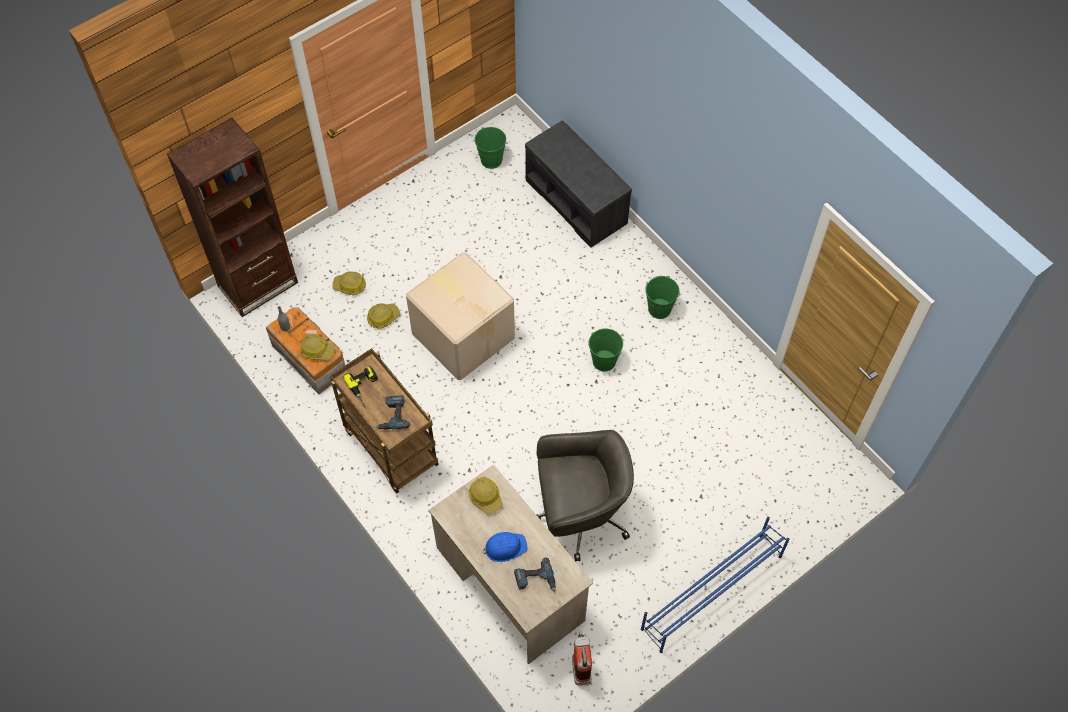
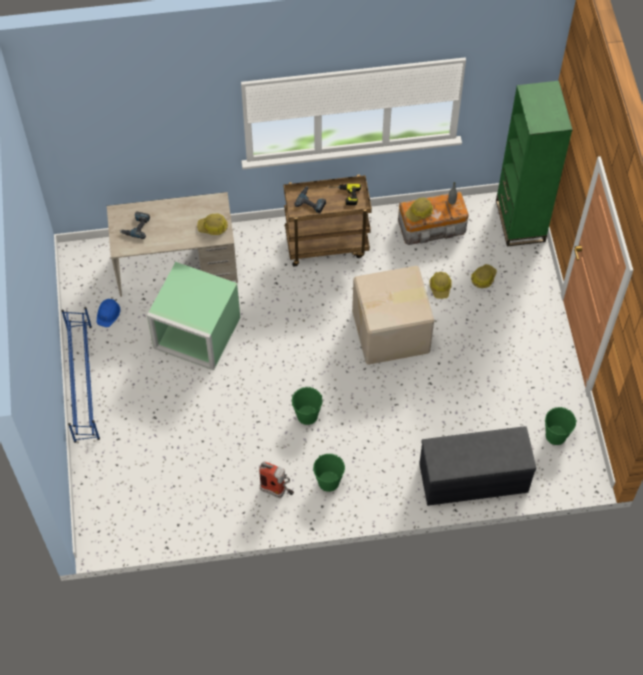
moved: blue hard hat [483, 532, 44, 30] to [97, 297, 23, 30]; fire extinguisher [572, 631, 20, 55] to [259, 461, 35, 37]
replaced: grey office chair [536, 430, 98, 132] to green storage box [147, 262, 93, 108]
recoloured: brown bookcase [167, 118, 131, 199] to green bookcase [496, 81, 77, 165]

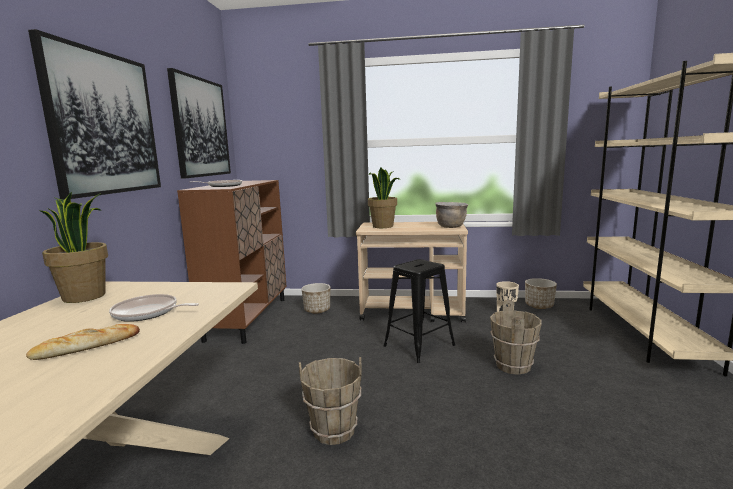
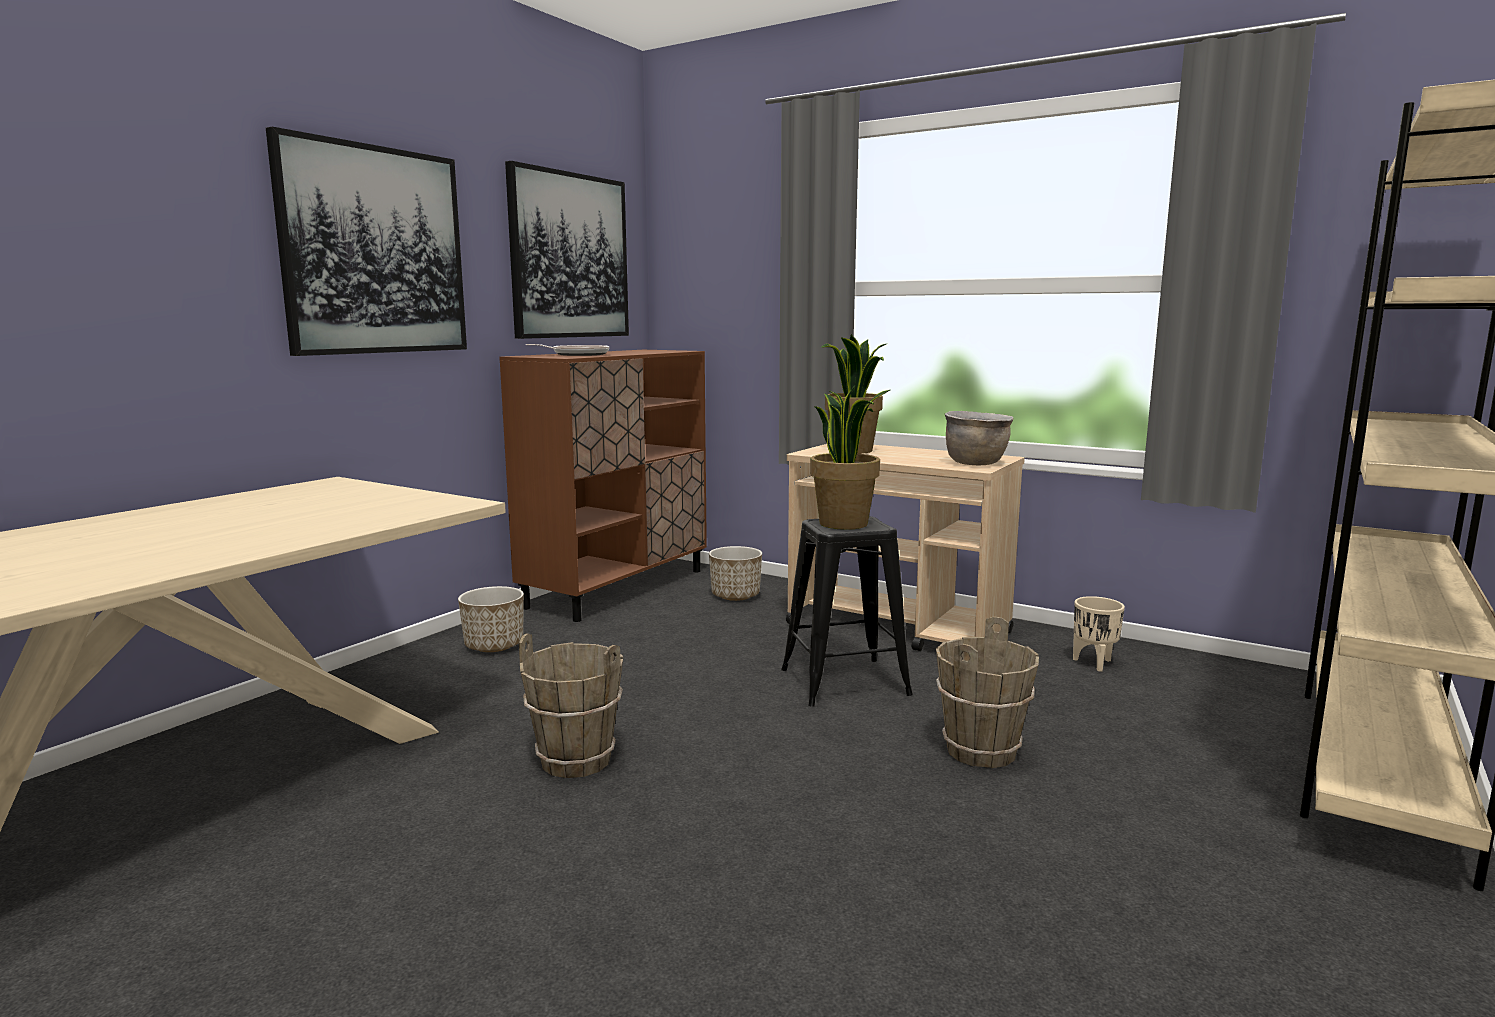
removed: bread [26, 324, 114, 36]; frying pan [109, 294, 90, 28]
moved: planter [525, 278, 32, 31] to [458, 586, 66, 66]; potted plant [40, 192, 68, 111] to [810, 386, 80, 144]

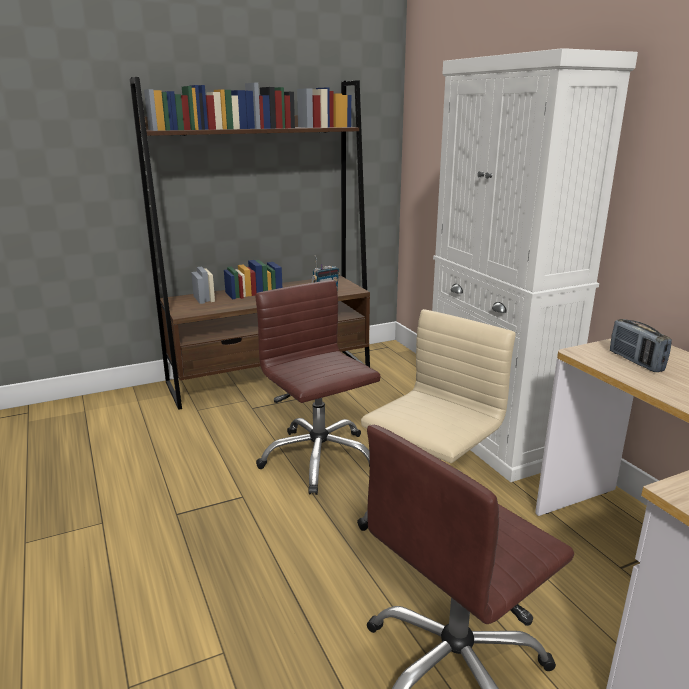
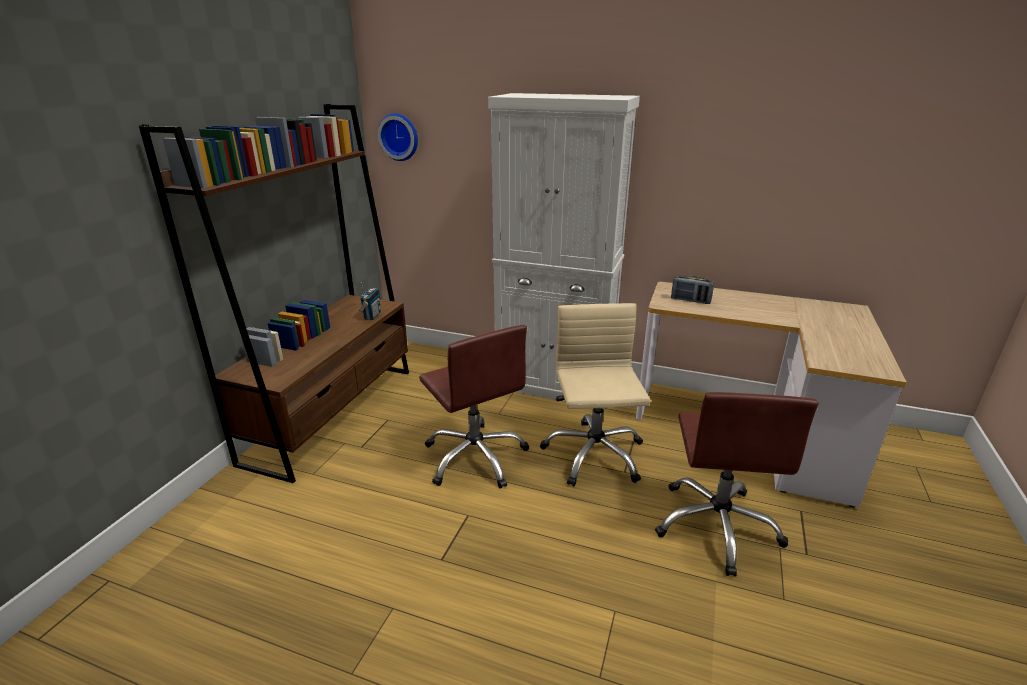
added: wall clock [378, 113, 40, 48]
turned: brown office chair [255, 280, 126, 215] = [419, 325, 110, 164] 135 degrees counterclockwise

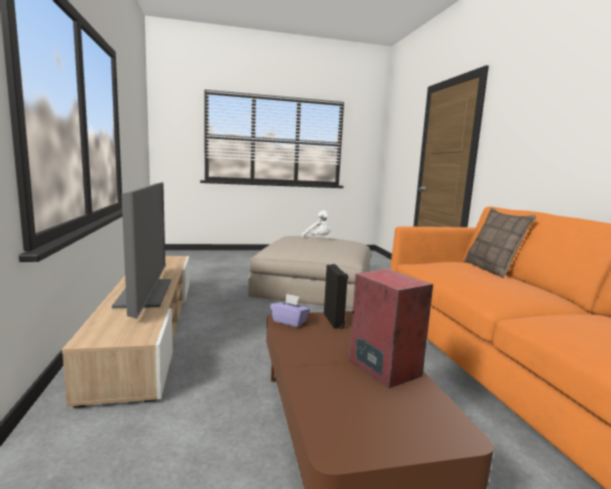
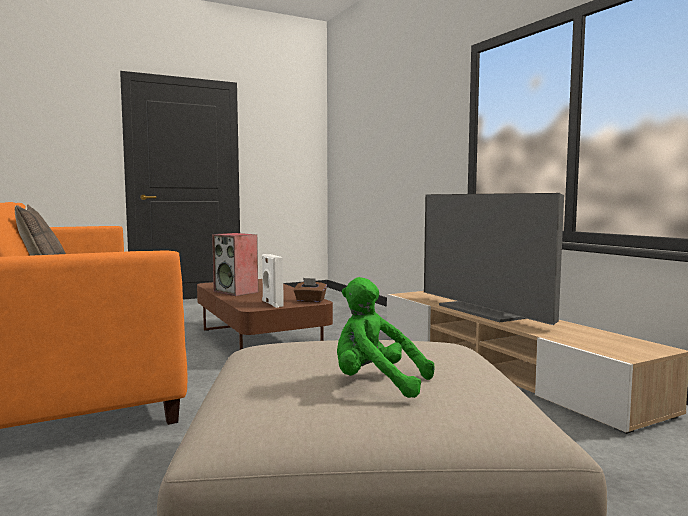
recoloured: black speaker [324, 264, 24, 65] to white speaker [262, 254, 22, 54]; purple tissue box [270, 294, 40, 33] to brown tissue box [294, 278, 33, 24]; white plush toy [302, 210, 29, 28] to green plush toy [337, 277, 97, 121]

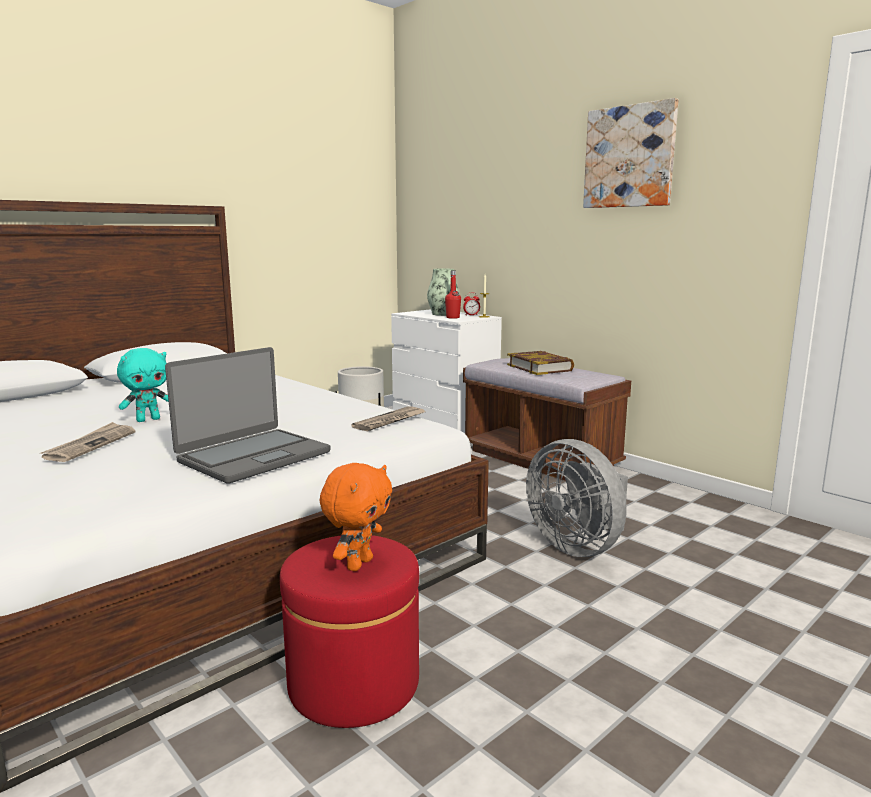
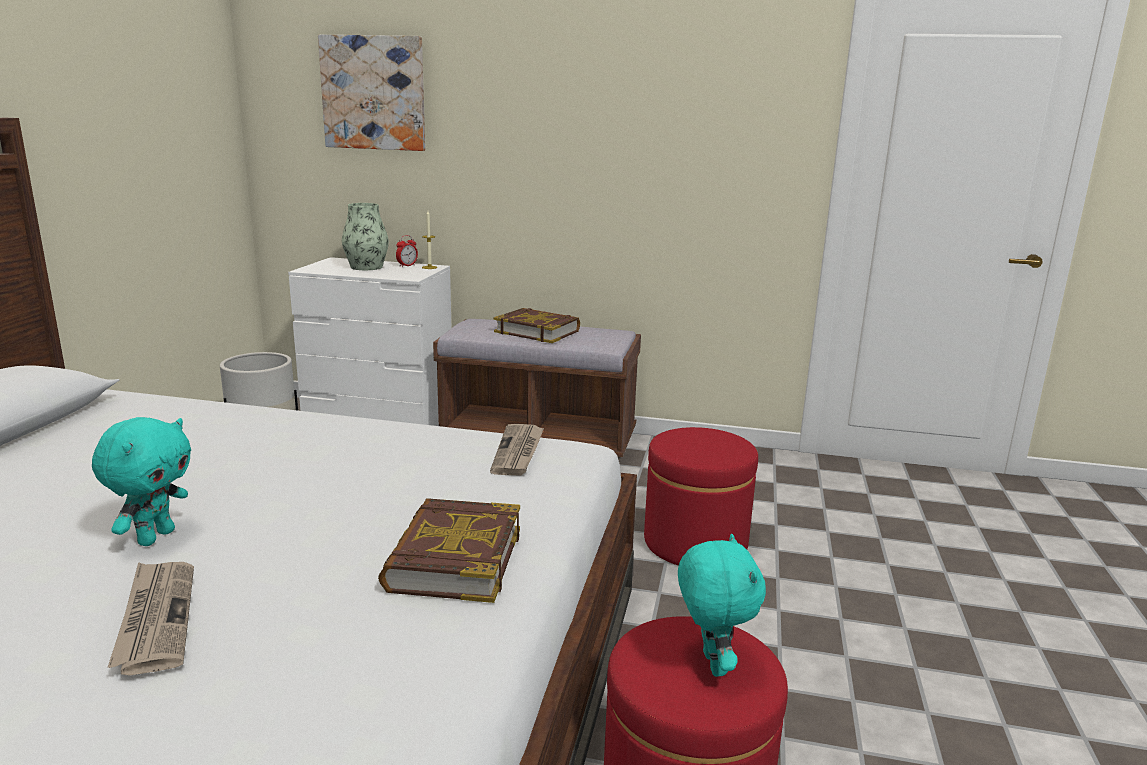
removed: red bottle [445, 270, 16, 49]
moved: picture [583, 98, 96, 110] to [318, 35, 107, 116]
replaced: laptop [165, 347, 166, 137] to book [378, 498, 142, 105]; grey fan [526, 439, 102, 118] to red ottoman [644, 427, 114, 138]
recoloured: orange plush toy [320, 463, 72, 108] to turquoise plush toy [678, 533, 88, 144]

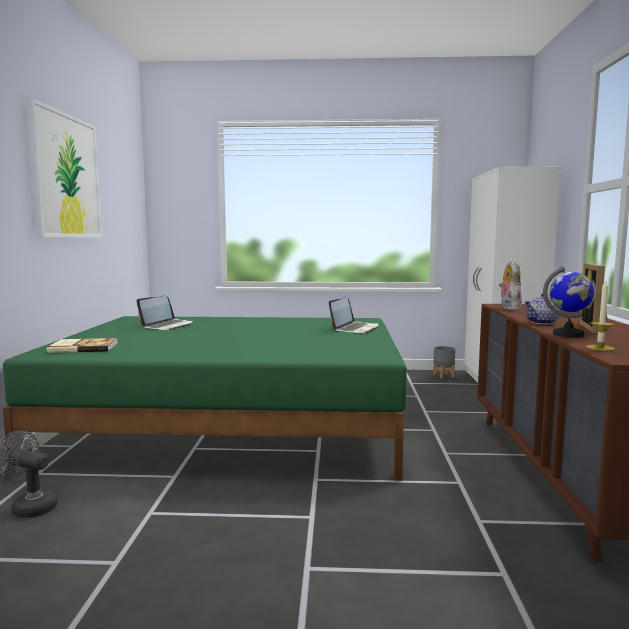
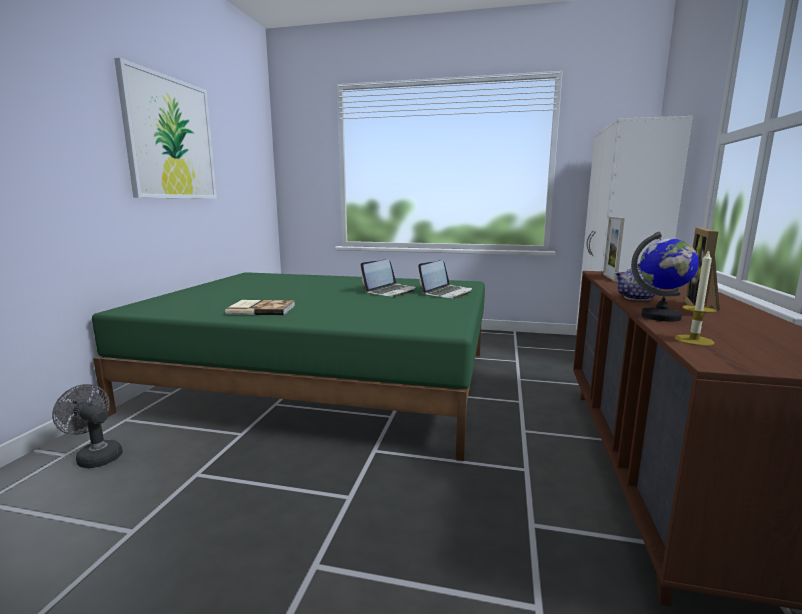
removed: grey planter [433, 346, 22, 33]
moved: book [47, 338, 71, 15] to [225, 300, 70, 15]; laptop [137, 296, 57, 34] to [361, 259, 55, 38]
replaced: plush toy [499, 259, 23, 51] to picture frame [603, 217, 22, 64]

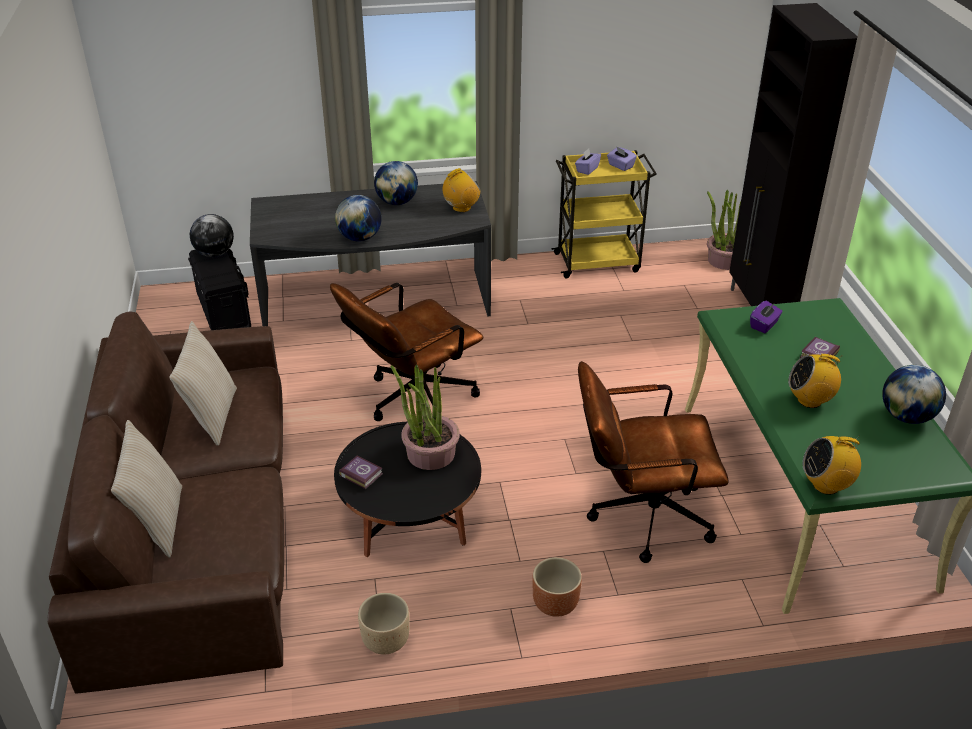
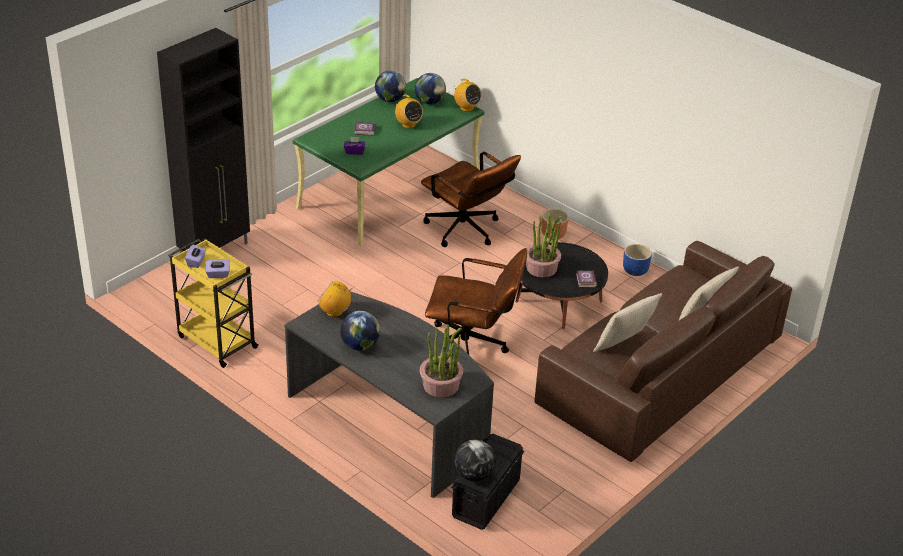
moved: globe [335, 195, 47, 46] to [415, 73, 31, 31]; potted plant [707, 190, 34, 80] to [420, 324, 43, 74]
recoloured: beige planter [358, 593, 51, 62] to blue planter [623, 244, 29, 32]

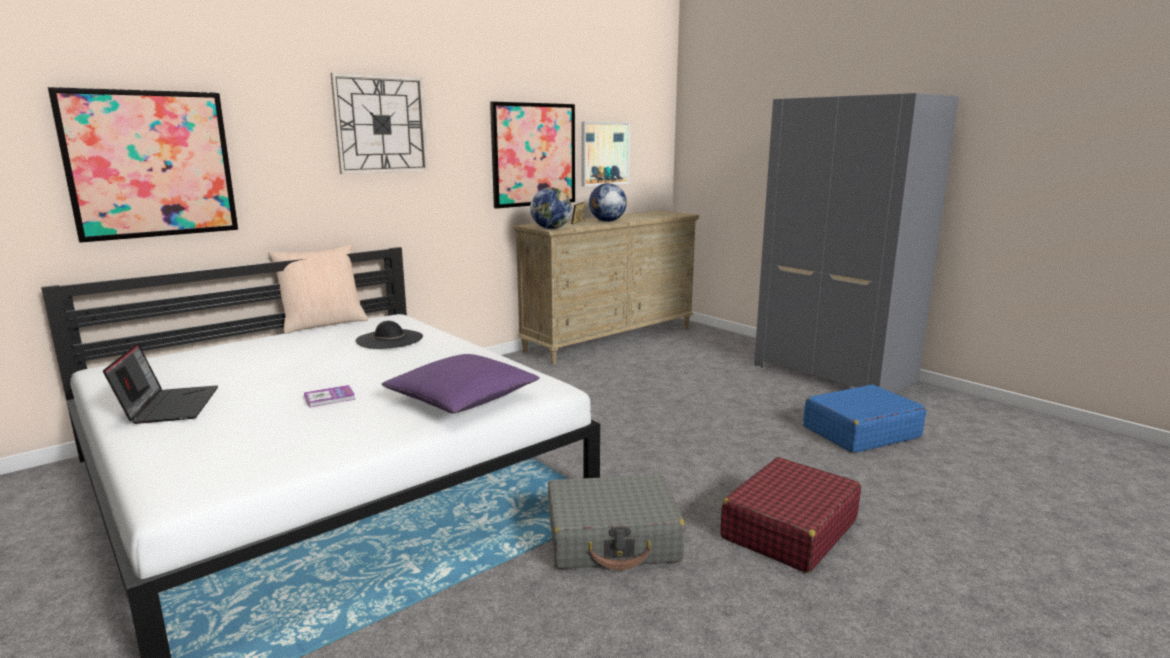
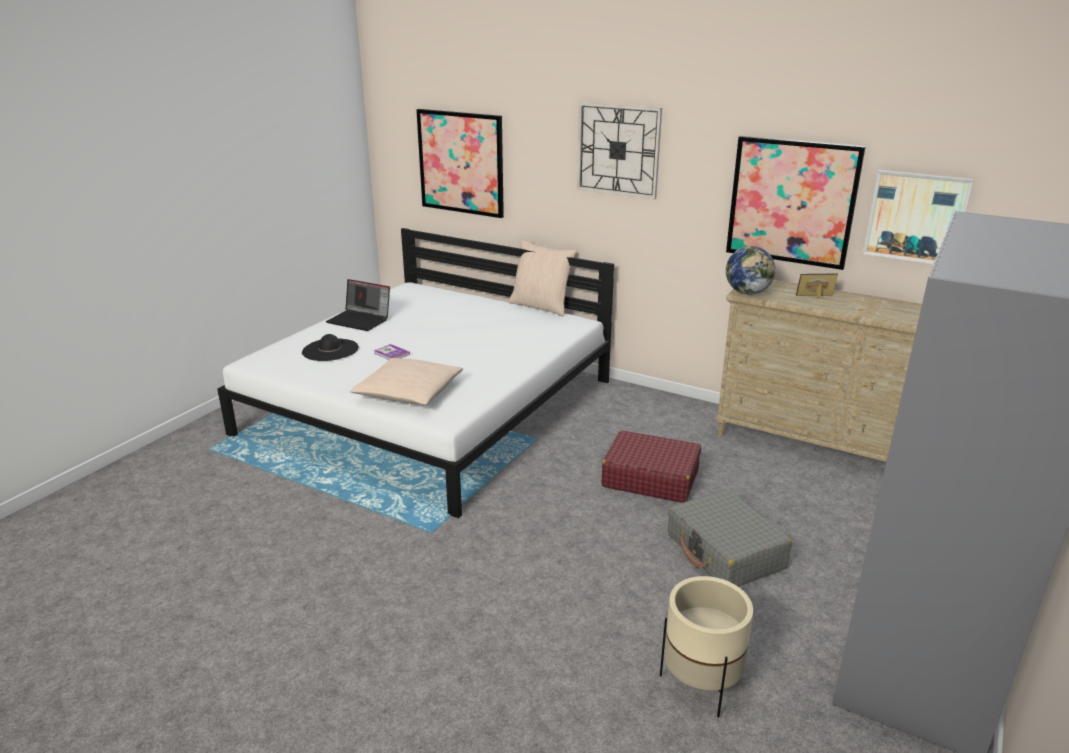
removed: globe [589, 183, 38, 39]
moved: black hat [356, 321, 67, 28] to [302, 334, 57, 27]; red suitcase [720, 457, 141, 116] to [601, 431, 100, 72]; grey suitcase [548, 474, 137, 96] to [668, 489, 124, 98]
replaced: blue suitcase [803, 384, 123, 69] to beige planter [660, 576, 93, 142]
recoloured: purple pillow [381, 354, 159, 59] to beige pillow [350, 358, 113, 47]
turned: laptop [103, 343, 115, 81] = [326, 279, 64, 52] 60 degrees clockwise

